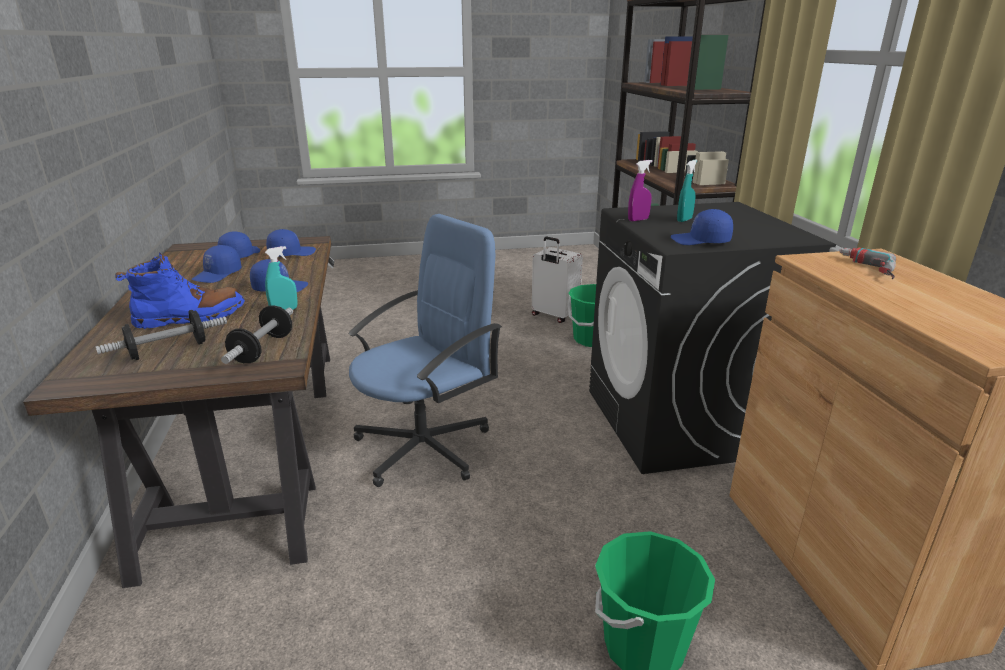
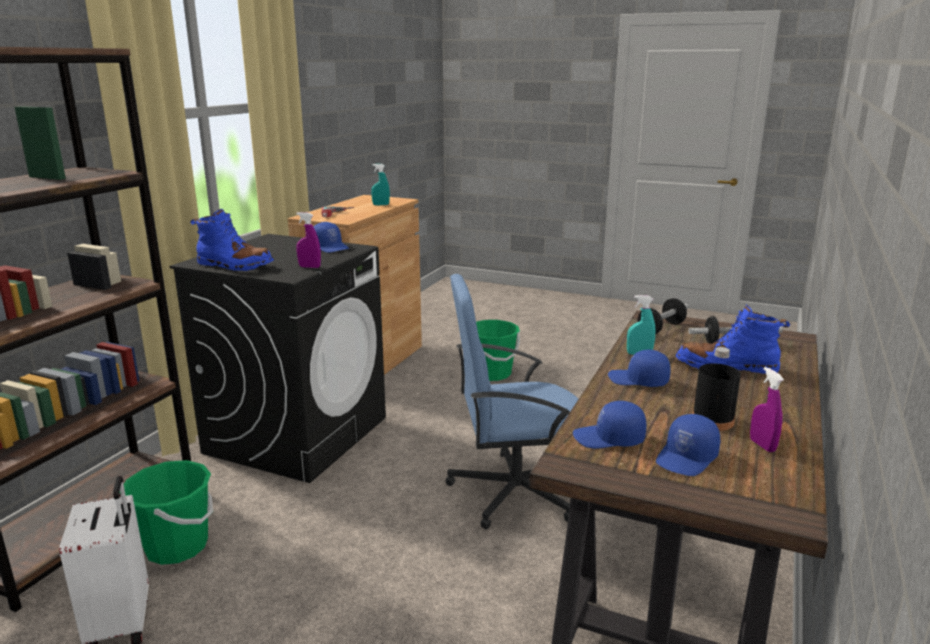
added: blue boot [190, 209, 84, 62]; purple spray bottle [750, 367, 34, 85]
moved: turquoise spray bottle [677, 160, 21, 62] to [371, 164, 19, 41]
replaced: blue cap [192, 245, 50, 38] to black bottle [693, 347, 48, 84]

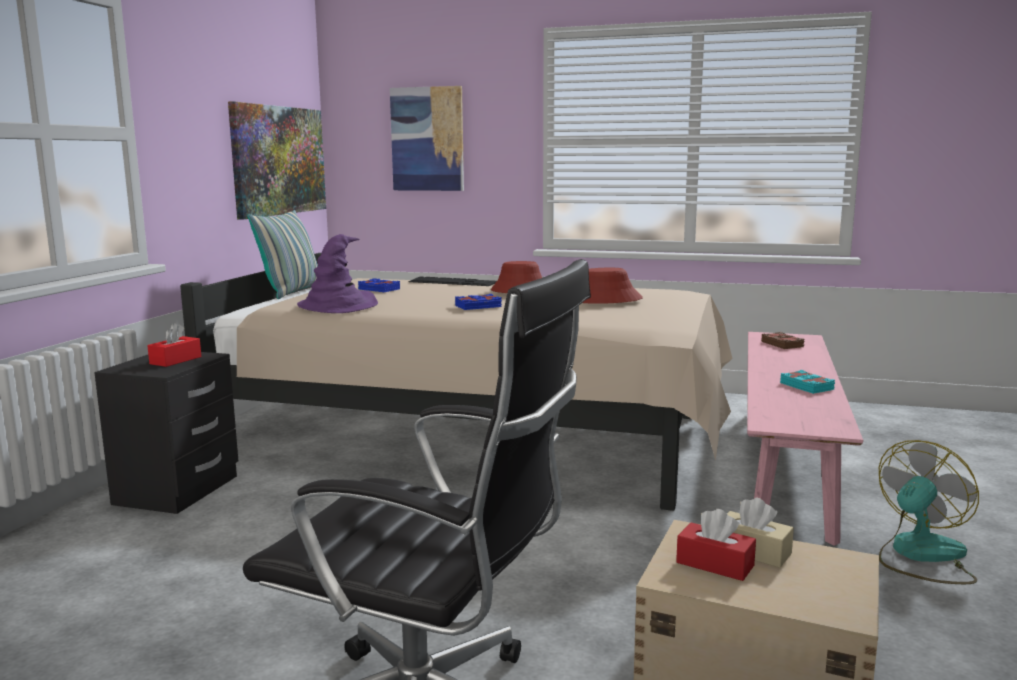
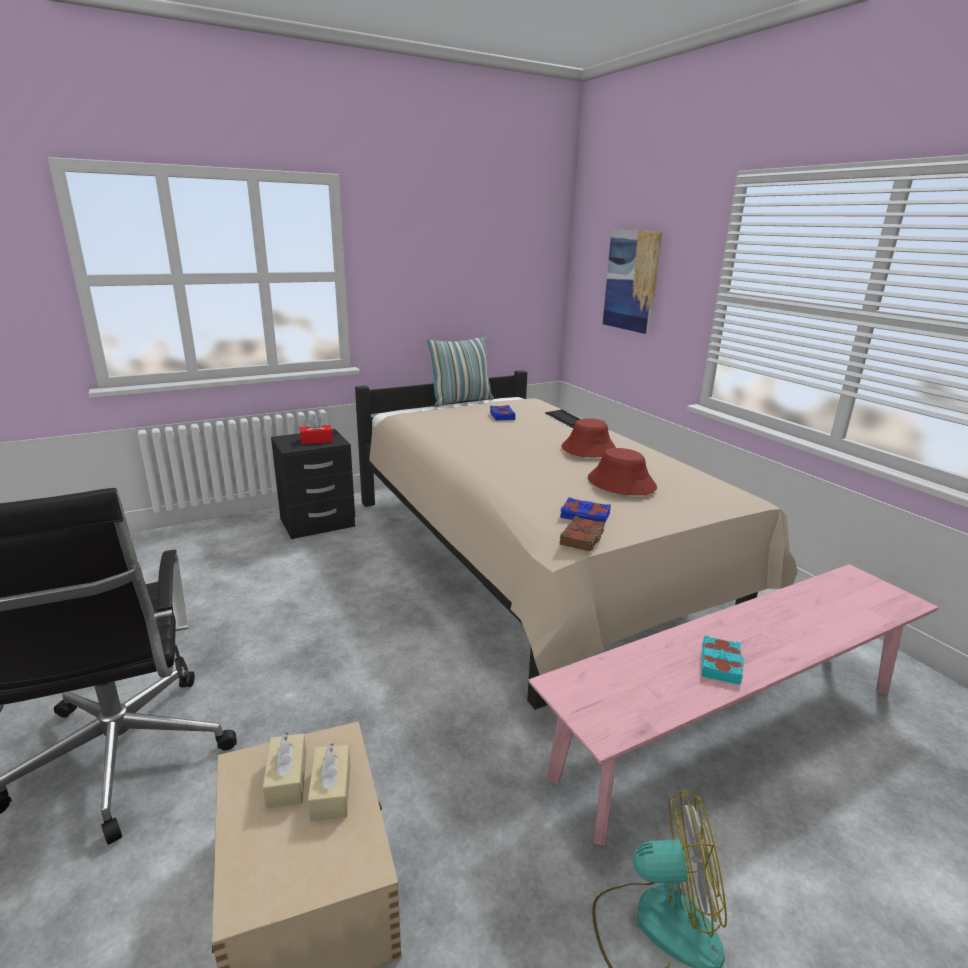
removed: picture [228, 101, 98, 119]; purple hat [297, 234, 81, 79]
moved: blue book [455, 294, 47, 16] to [560, 497, 51, 27]; brown book [761, 332, 43, 17] to [560, 516, 45, 36]
recoloured: red tissue box [676, 509, 80, 72] to beige tissue box [263, 732, 44, 77]

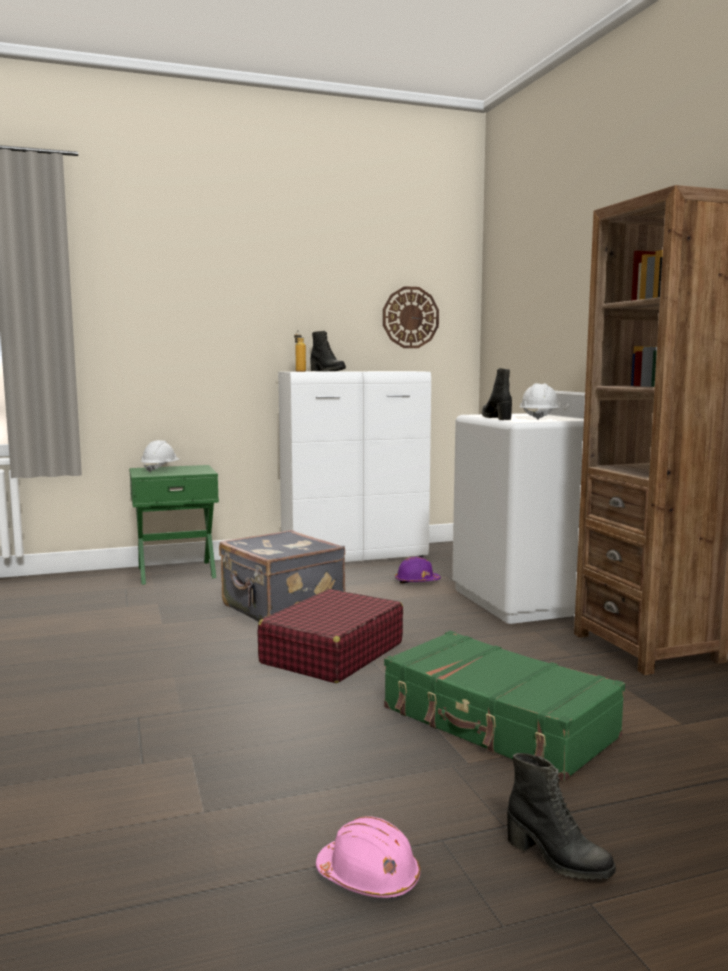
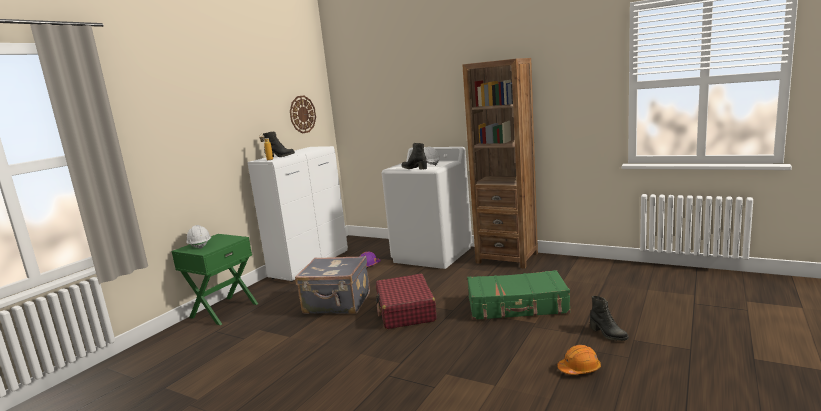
recoloured: pink hard hat [316, 816, 104, 82] to orange hard hat [557, 345, 44, 30]
turned: black boot [507, 753, 109, 127] = [590, 296, 39, 45] 60 degrees clockwise

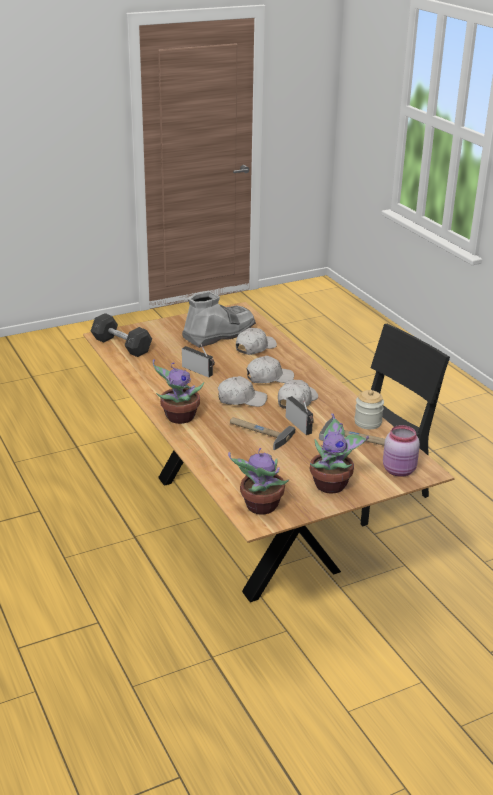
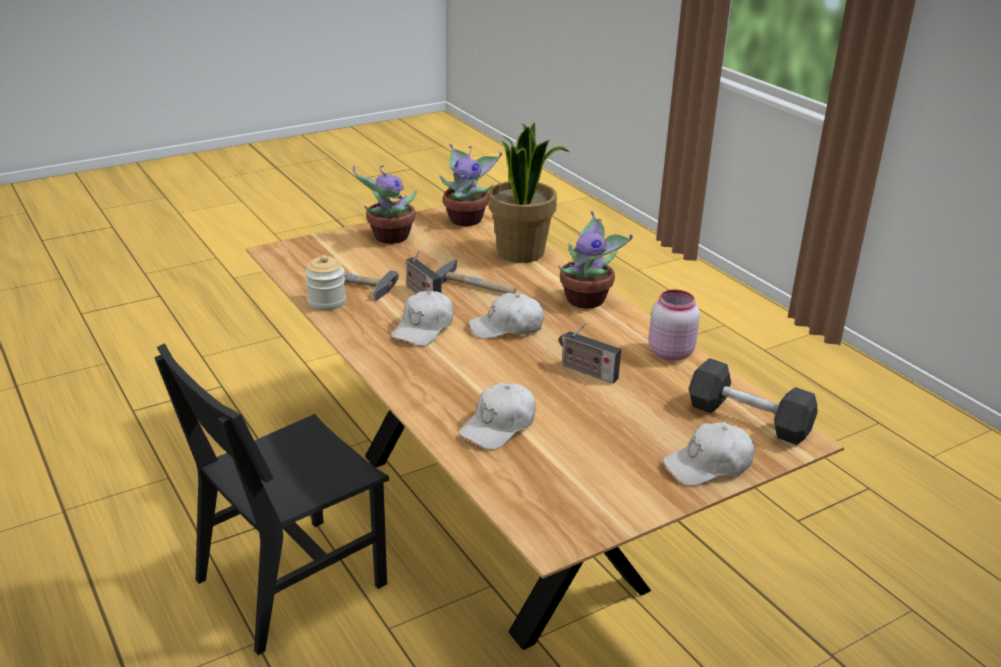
removed: grey boot [182, 291, 74, 57]
added: potted plant [489, 122, 80, 141]
moved: pink jar [383, 425, 37, 52] to [648, 290, 52, 71]; white cap [246, 356, 48, 27] to [663, 422, 91, 64]

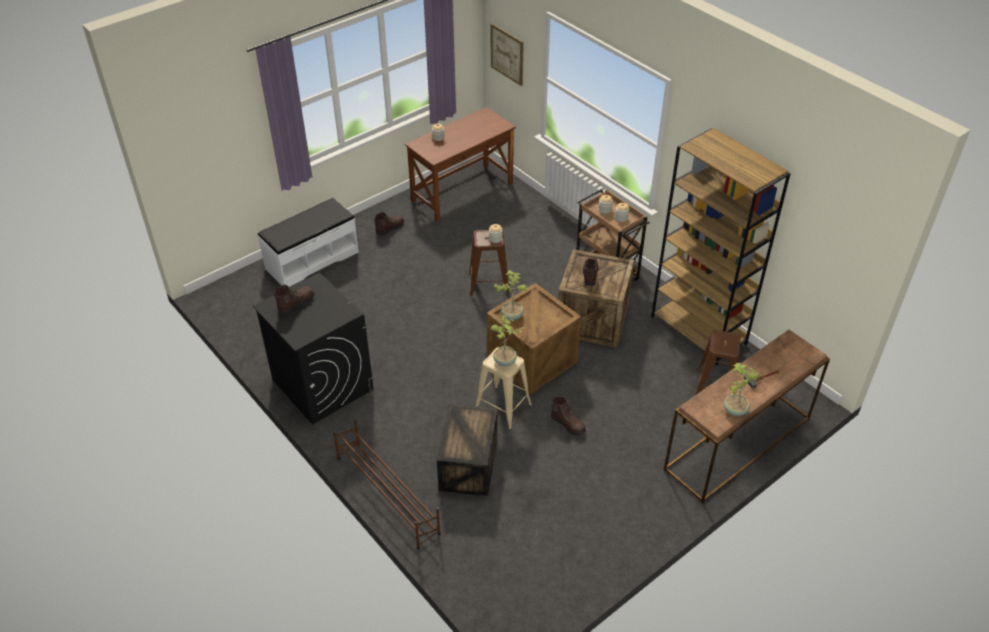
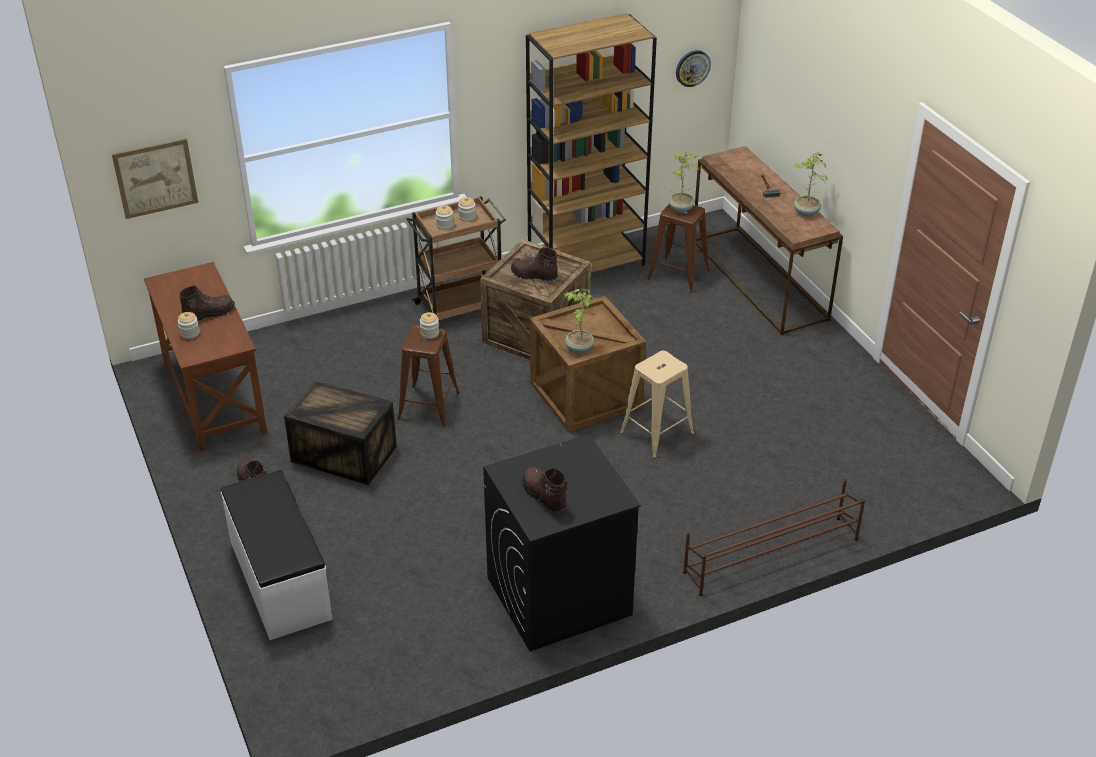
added: wall clock [676, 50, 35, 37]
moved: brown boot [551, 396, 35, 40] to [179, 285, 56, 36]; crate [437, 404, 60, 92] to [284, 380, 113, 105]; potted plant [490, 315, 36, 51] to [669, 152, 30, 61]

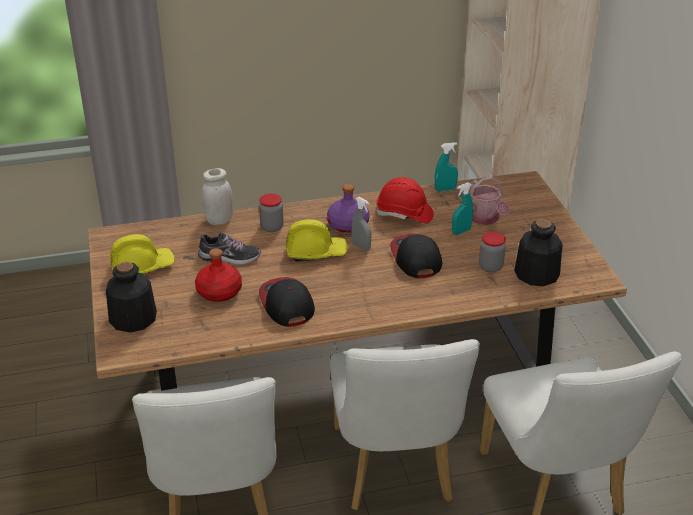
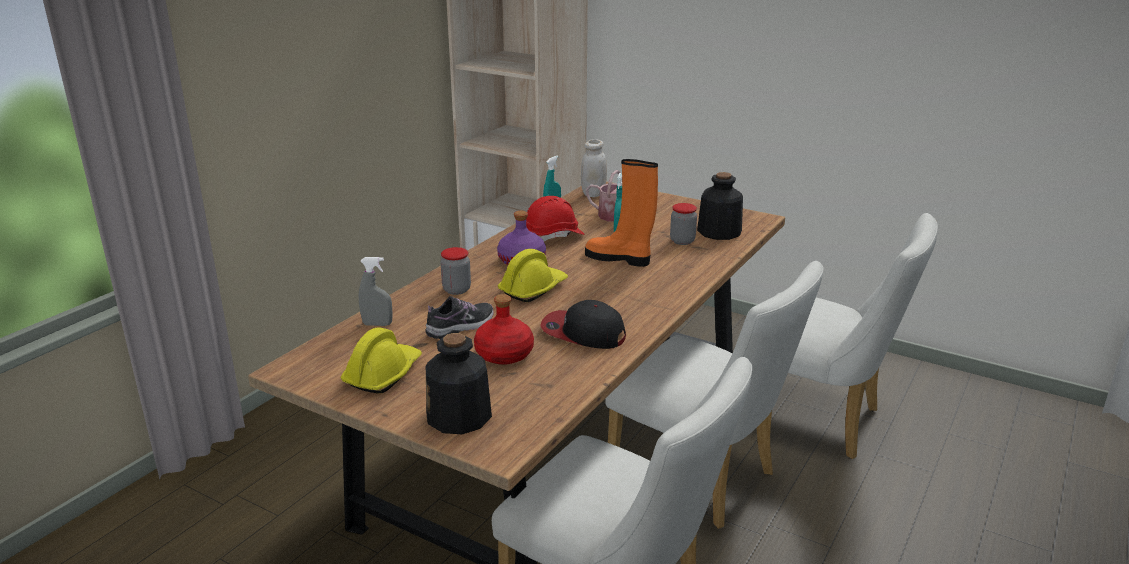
moved: grey spray bottle [352, 197, 19, 54] to [359, 257, 34, 69]; white jar [202, 168, 31, 57] to [581, 139, 26, 58]
replaced: cap [391, 234, 51, 44] to orange boot [585, 159, 73, 108]

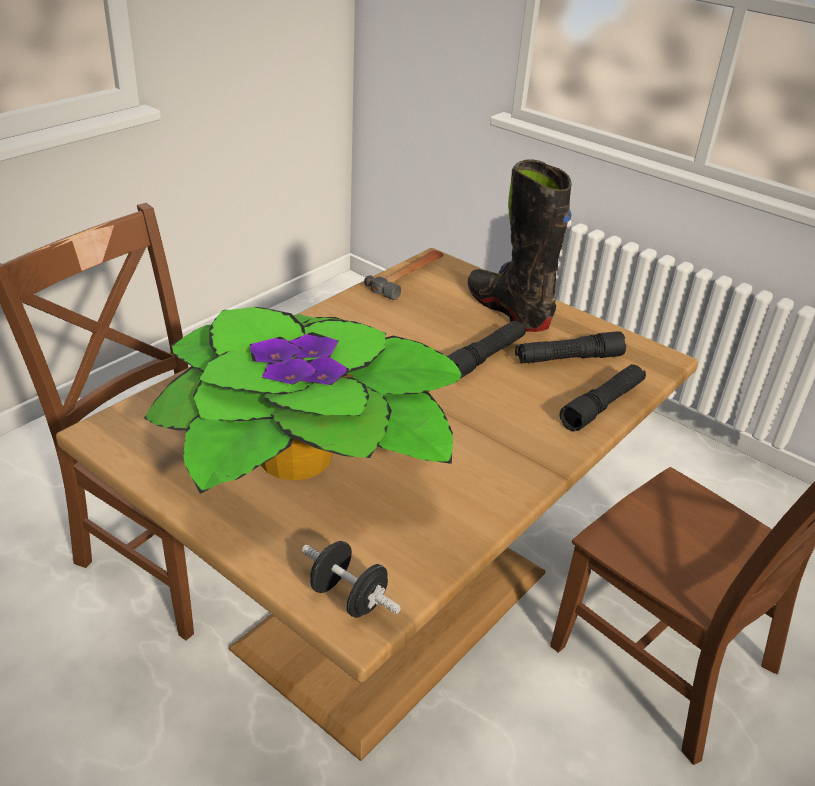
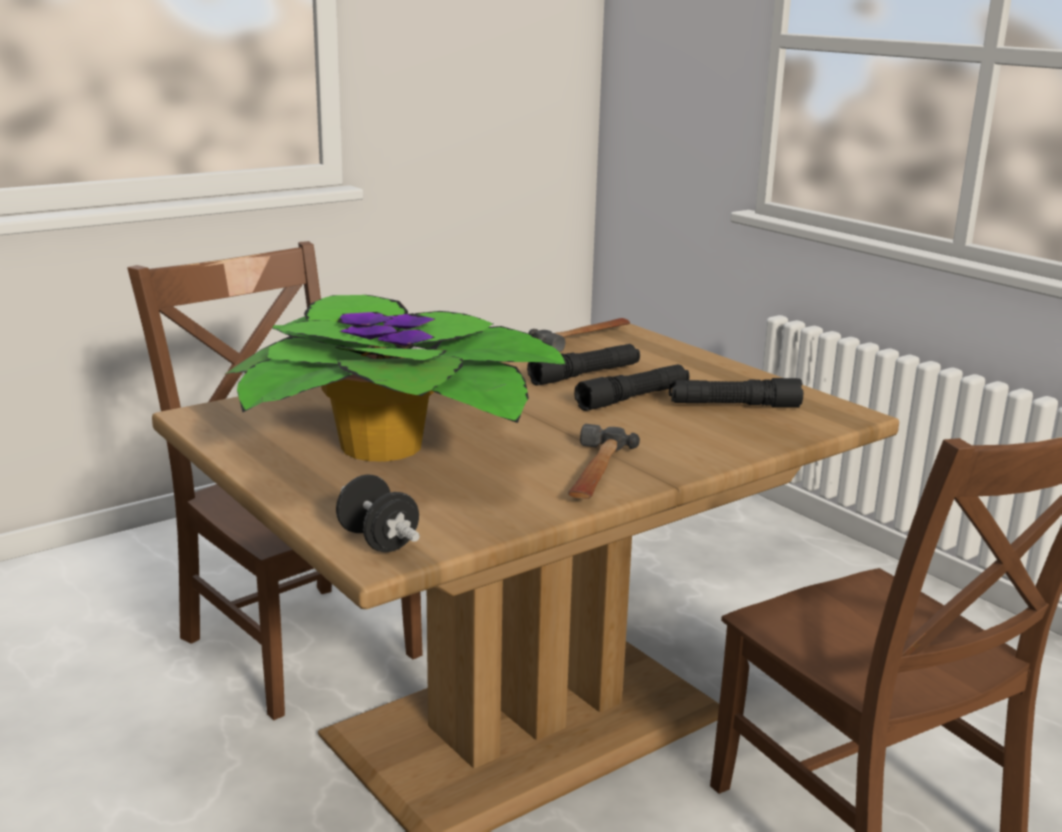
removed: black boot [468, 159, 104, 173]
added: hammer [568, 424, 72, 75]
moved: black flashlight [559, 364, 87, 67] to [527, 344, 113, 42]

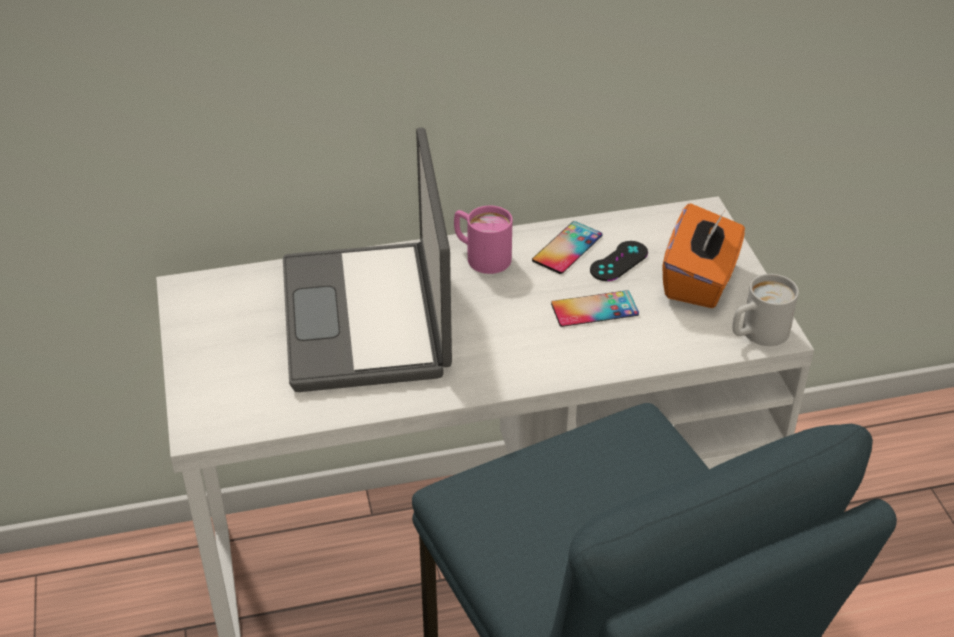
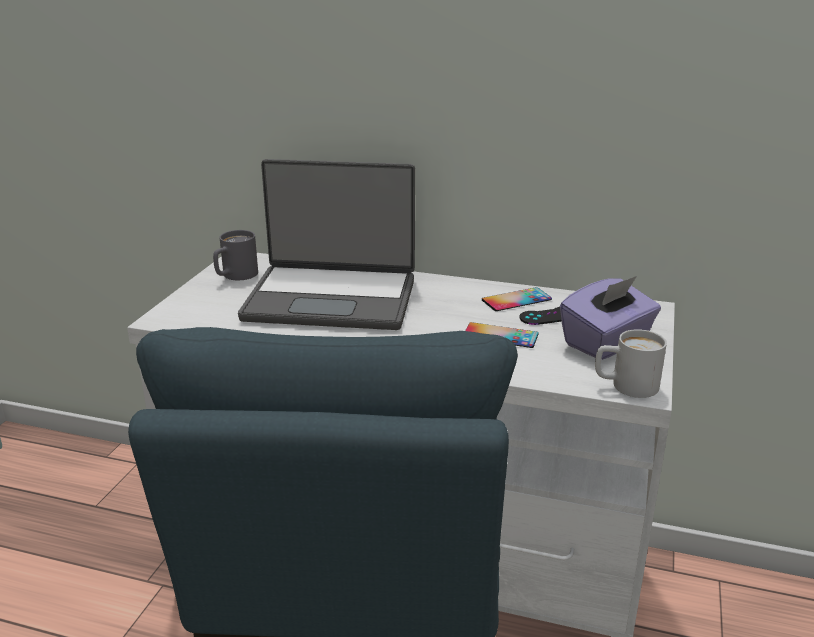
removed: pink mug [454, 206, 59, 68]
added: grey mug [213, 230, 45, 50]
recoloured: orange tissue box [662, 203, 83, 105] to purple tissue box [560, 276, 101, 84]
turned: laptop [283, 128, 169, 264] = [238, 159, 177, 171] 105 degrees counterclockwise

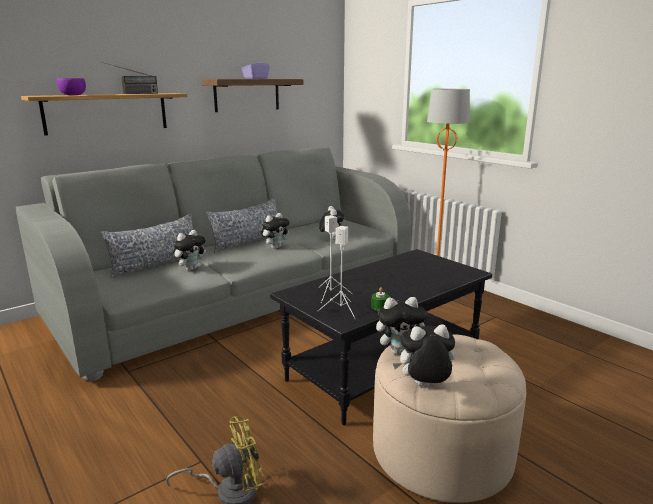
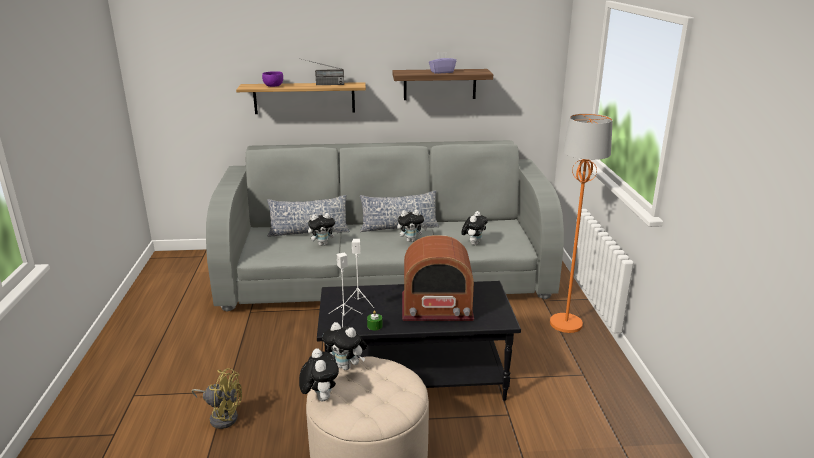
added: radio [402, 235, 72, 86]
turned: plush toy [393, 324, 62, 63] = [299, 348, 40, 53] 45 degrees clockwise

